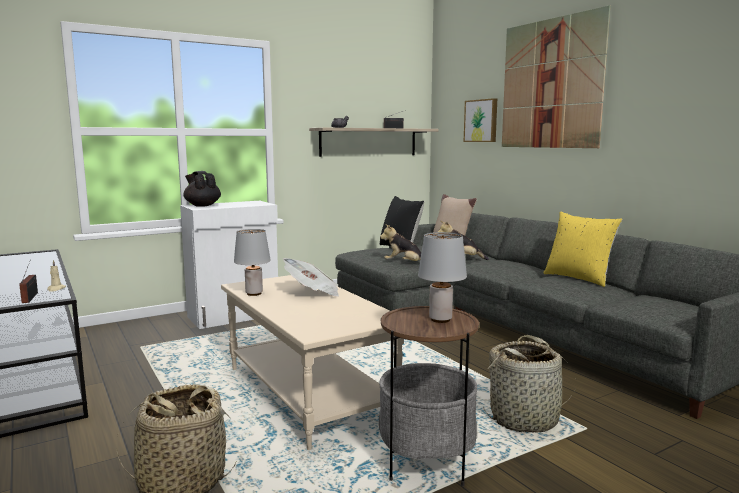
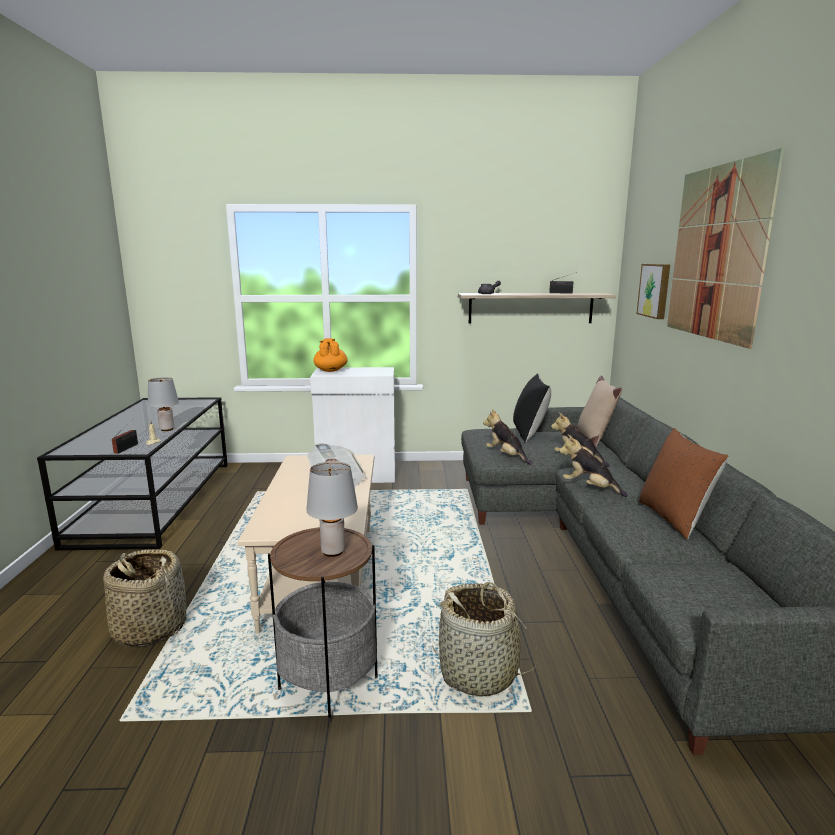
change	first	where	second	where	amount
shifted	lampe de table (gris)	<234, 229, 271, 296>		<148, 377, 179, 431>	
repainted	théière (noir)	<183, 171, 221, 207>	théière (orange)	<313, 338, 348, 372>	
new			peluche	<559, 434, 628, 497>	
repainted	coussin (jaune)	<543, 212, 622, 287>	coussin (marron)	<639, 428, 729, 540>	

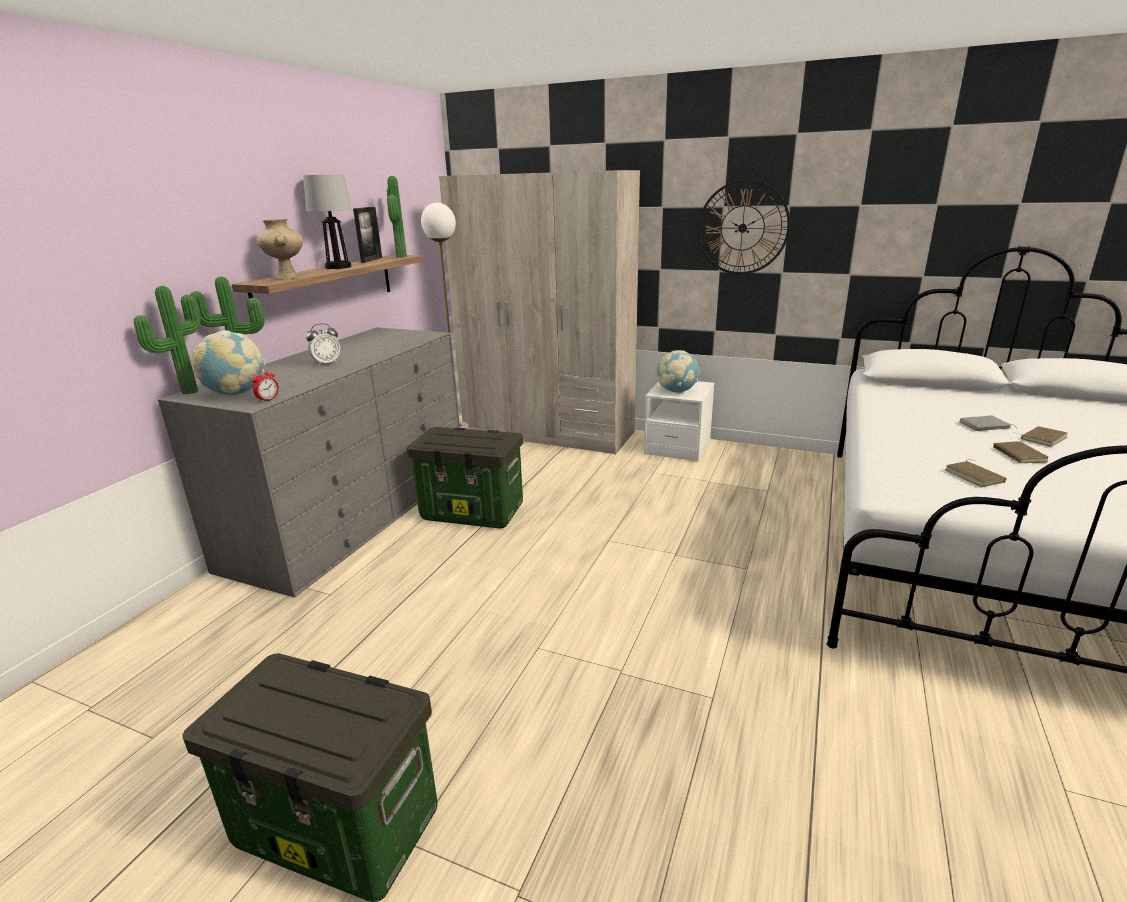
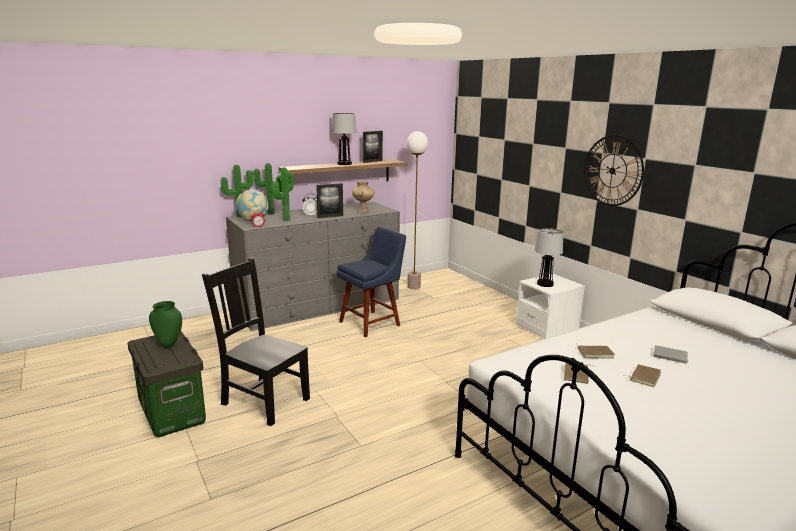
change	first	where	second	where	amount
new			vase (vert)	<149, 301, 182, 348>	
new			chaise (noir)	<202, 258, 310, 426>	
shifted	plante en pot	<387, 176, 407, 258>		<272, 167, 294, 221>	
new			cadre photo	<316, 183, 343, 218>	
swapped	boîte de rangement	<406, 427, 523, 529>	chaise (bleu)	<336, 227, 406, 337>	
shifted	vase (beige)	<256, 219, 303, 280>		<352, 181, 374, 212>	
swapped	globe	<657, 350, 700, 393>	lampe de table	<535, 228, 563, 287>	
shifted	livre (marron)	<1017, 426, 1067, 447>		<577, 345, 615, 359>	
gone	armoire (beige)	<439, 170, 640, 455>			

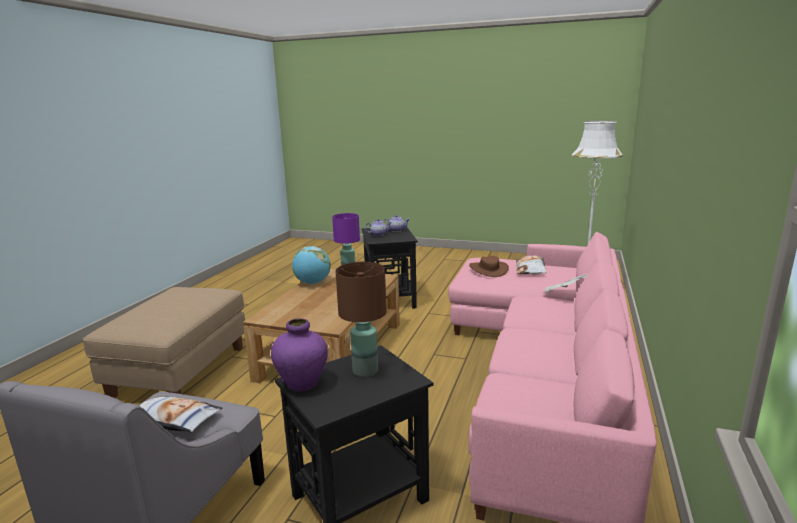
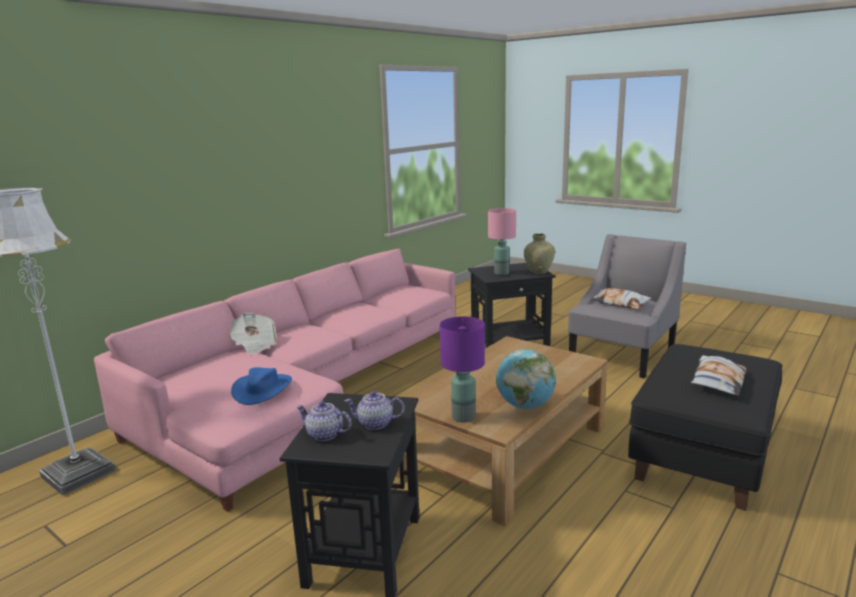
change	first	where	second	where	amount
repainted	chapeau (marron)	<469, 256, 509, 277>	chapeau (bleu)	<231, 367, 292, 405>	
repainted	lampe de table (marron)	<336, 262, 386, 377>	lampe de table (rose)	<488, 208, 516, 275>	
repainted	vase (violet)	<271, 318, 328, 391>	vase (beige)	<524, 234, 555, 274>	
repainted	pouf (beige)	<83, 287, 245, 398>	pouf (noir)	<628, 344, 783, 511>	
shifted	coussin	<516, 255, 546, 274>		<691, 355, 747, 396>	

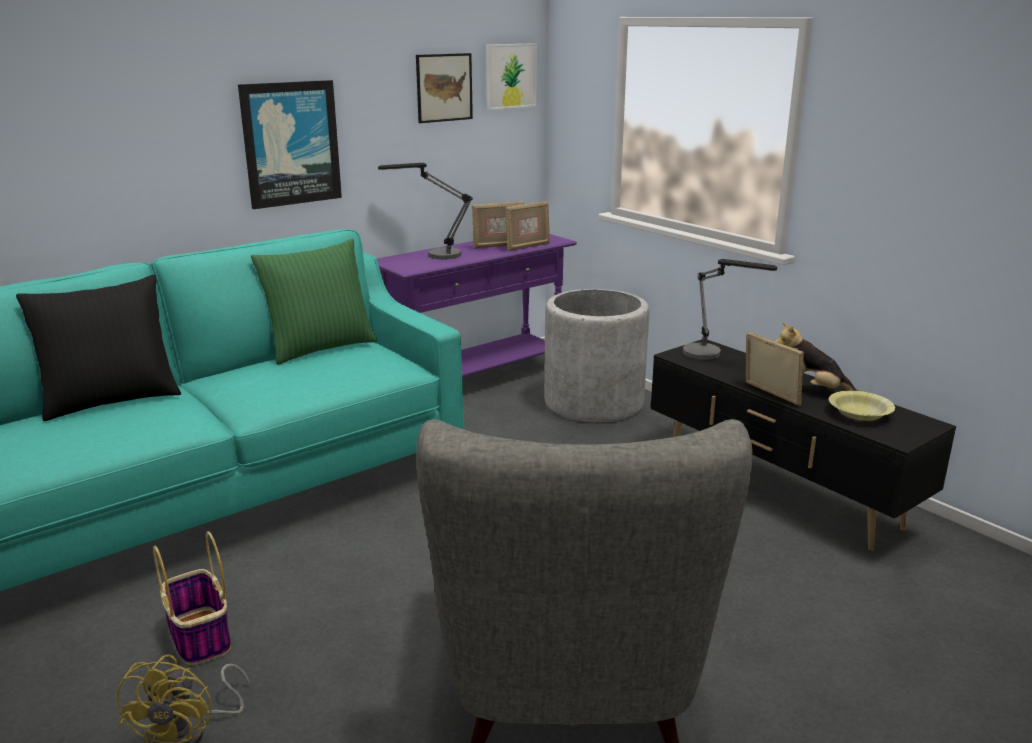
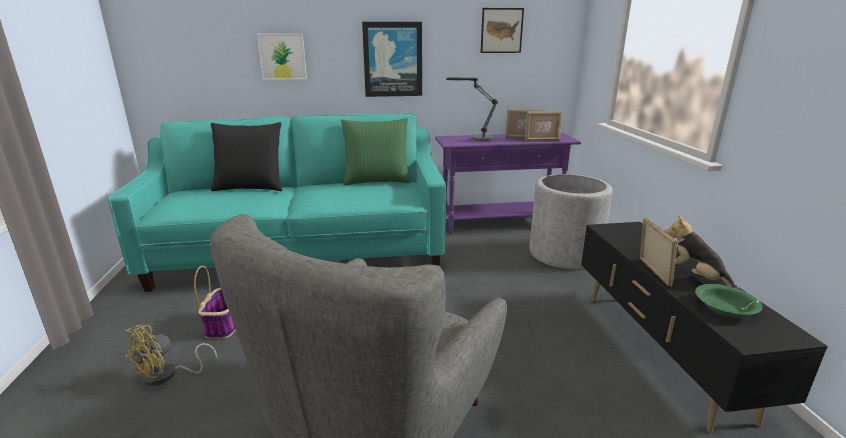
change	first	where	second	where	amount
shifted	tableau	<486, 43, 537, 110>		<257, 34, 307, 80>	
repainted	bol (jaune)	<829, 391, 895, 421>	bol (vert)	<695, 284, 762, 317>	
gone	lampe de table	<683, 259, 777, 360>			

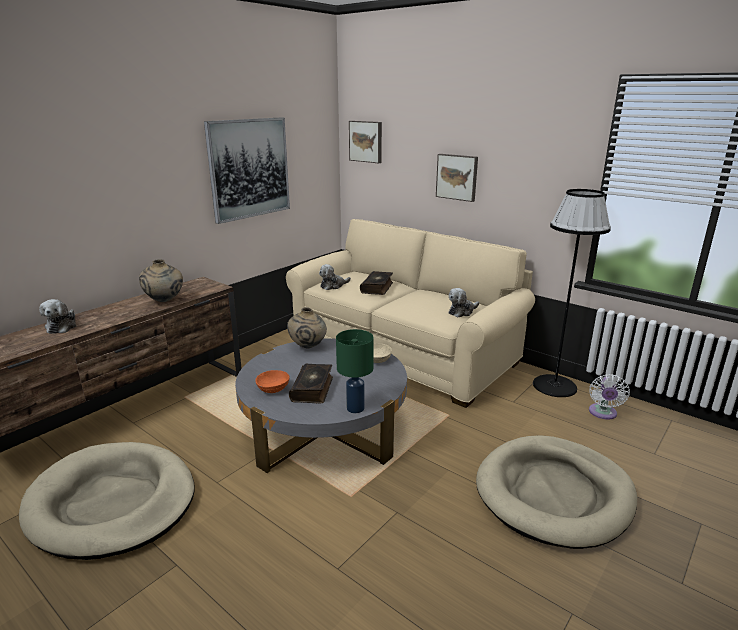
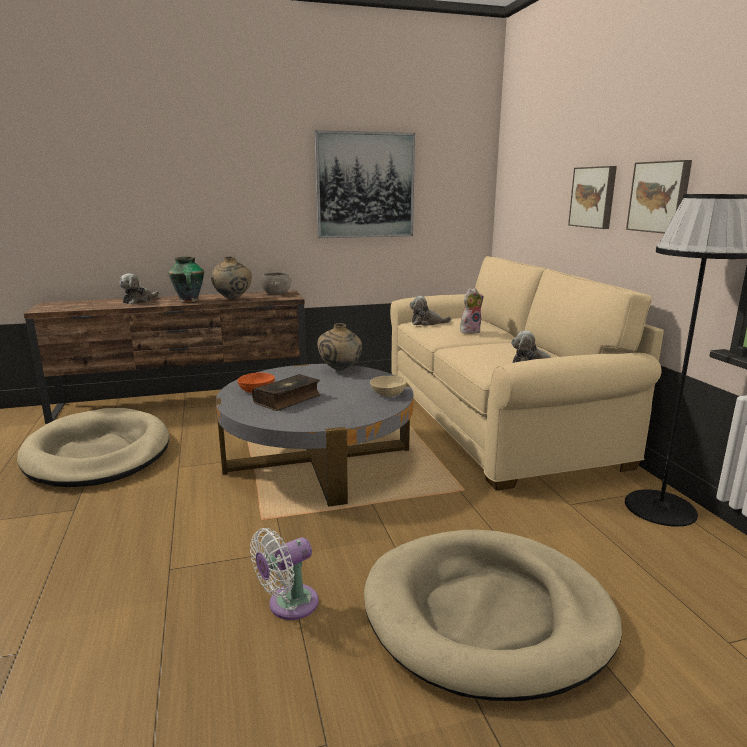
change	first	where	second	where	amount
new			vase	<168, 257, 204, 302>	
shifted	ventilateur (blanc)	<589, 374, 630, 420>		<250, 528, 319, 620>	
new			bol (gris)	<261, 272, 292, 294>	
swapped	livre	<360, 271, 393, 295>	peluche	<460, 288, 484, 334>	
shifted	tableau	<349, 121, 382, 163>		<626, 160, 692, 234>	
gone	lampe de table (vert)	<336, 329, 374, 413>			

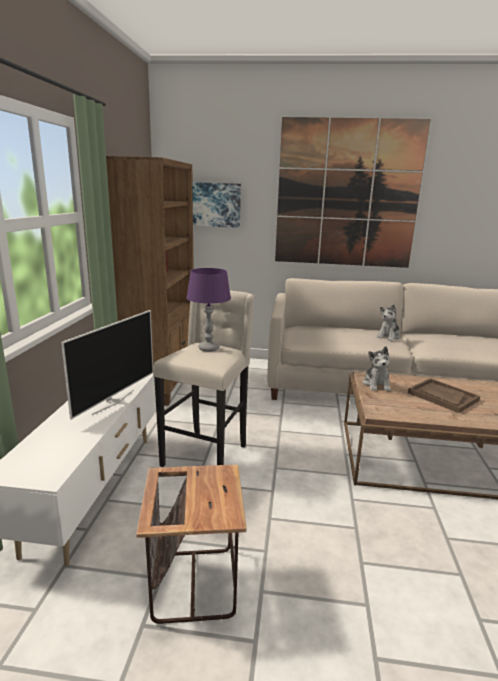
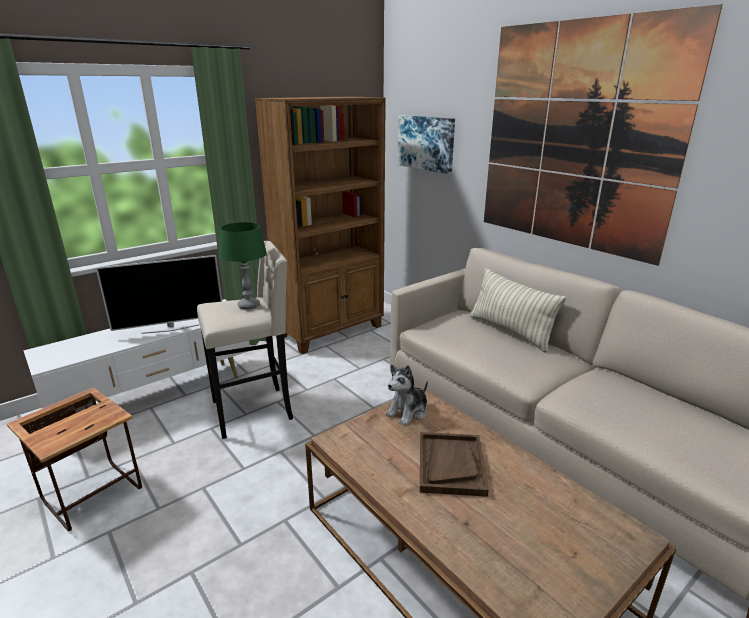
change	first	where	second	where	amount
repainted	lampe de table (violet)	<186, 268, 231, 352>	lampe de table (vert)	<219, 222, 267, 309>	
new			coussin	<470, 268, 566, 353>	
gone	peluche	<377, 304, 400, 341>			

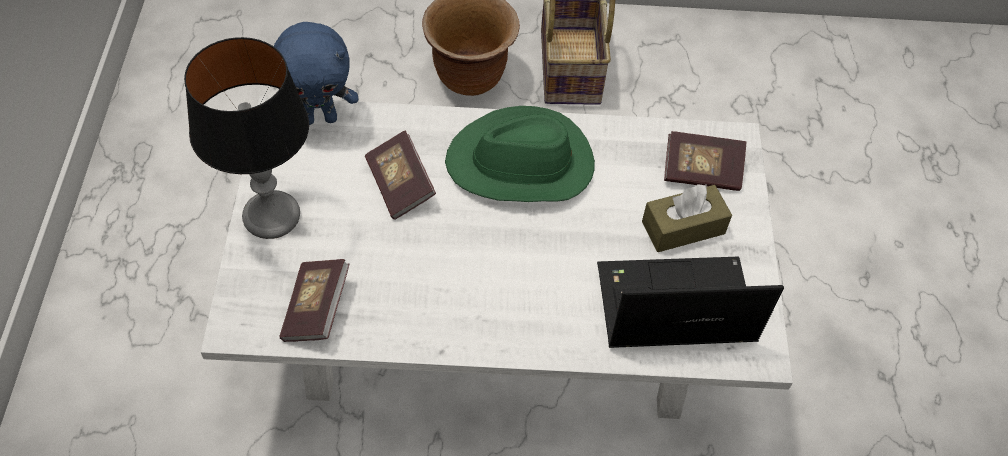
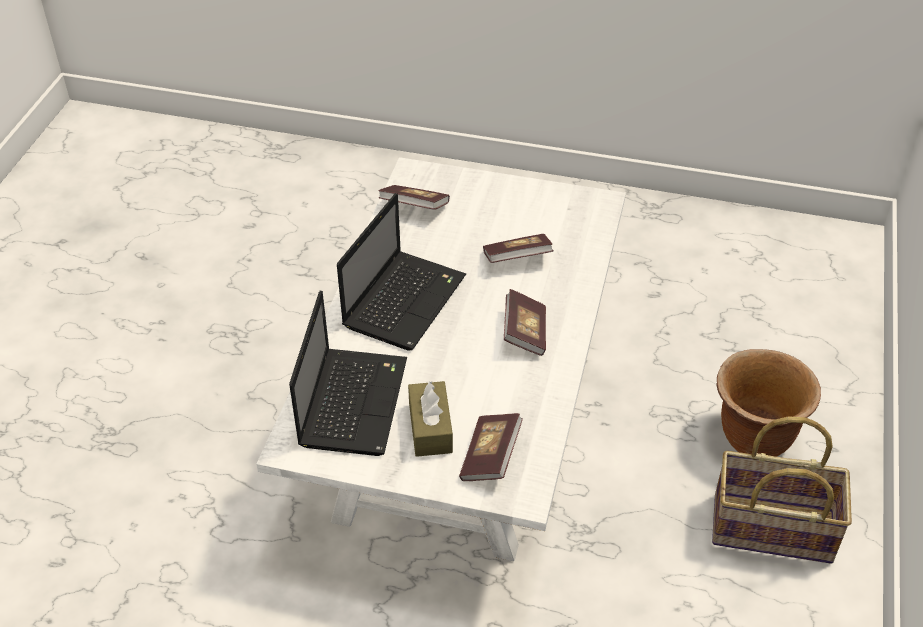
change	first	where	second	where	amount
new			ordinateur portable	<337, 193, 466, 351>	
swapped	chapeau (vert)	<445, 106, 595, 202>	livre	<504, 289, 546, 356>	
gone	lampe de table	<184, 37, 309, 239>			
gone	peluche (bleu)	<274, 22, 358, 125>			

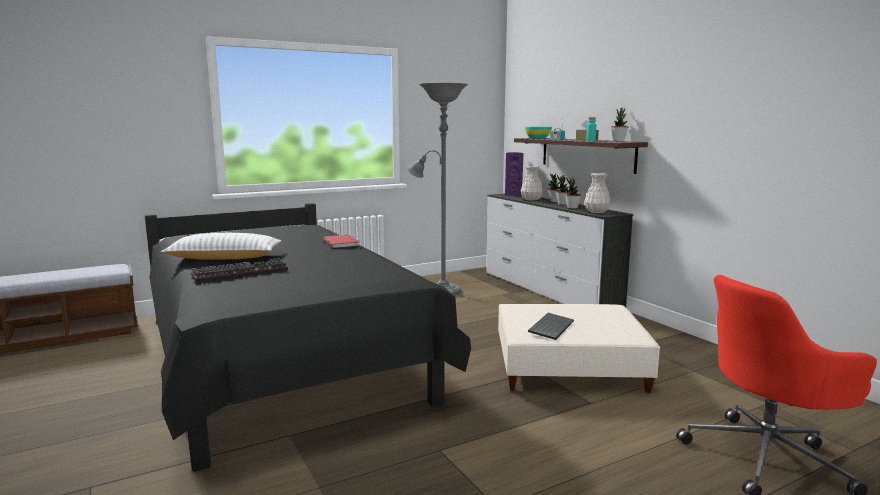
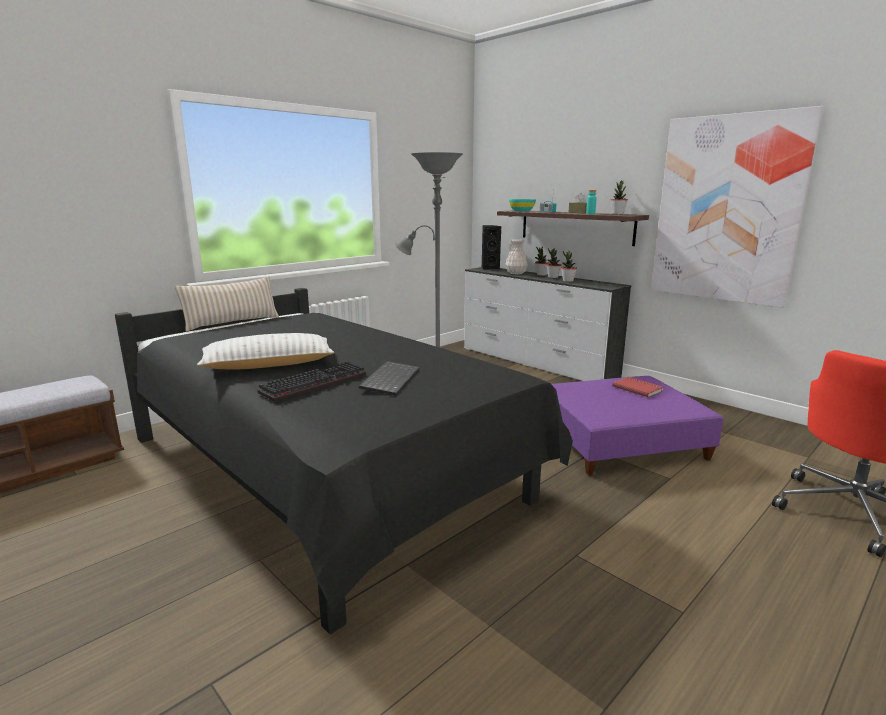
change	first	where	second	where	amount
new			coussin (beige)	<174, 276, 279, 332>	
shifted	clavier	<528, 313, 574, 340>		<359, 361, 420, 395>	
repainted	enceinte (violet)	<505, 152, 524, 195>	enceinte (noir)	<482, 225, 502, 270>	
repainted	pouf (beige)	<498, 304, 660, 393>	pouf (violet)	<551, 376, 724, 476>	
shifted	livre (rouge)	<323, 235, 360, 248>		<612, 377, 664, 397>	
new			tableau	<651, 106, 824, 308>	
gone	vase (blanc)	<584, 173, 611, 213>			

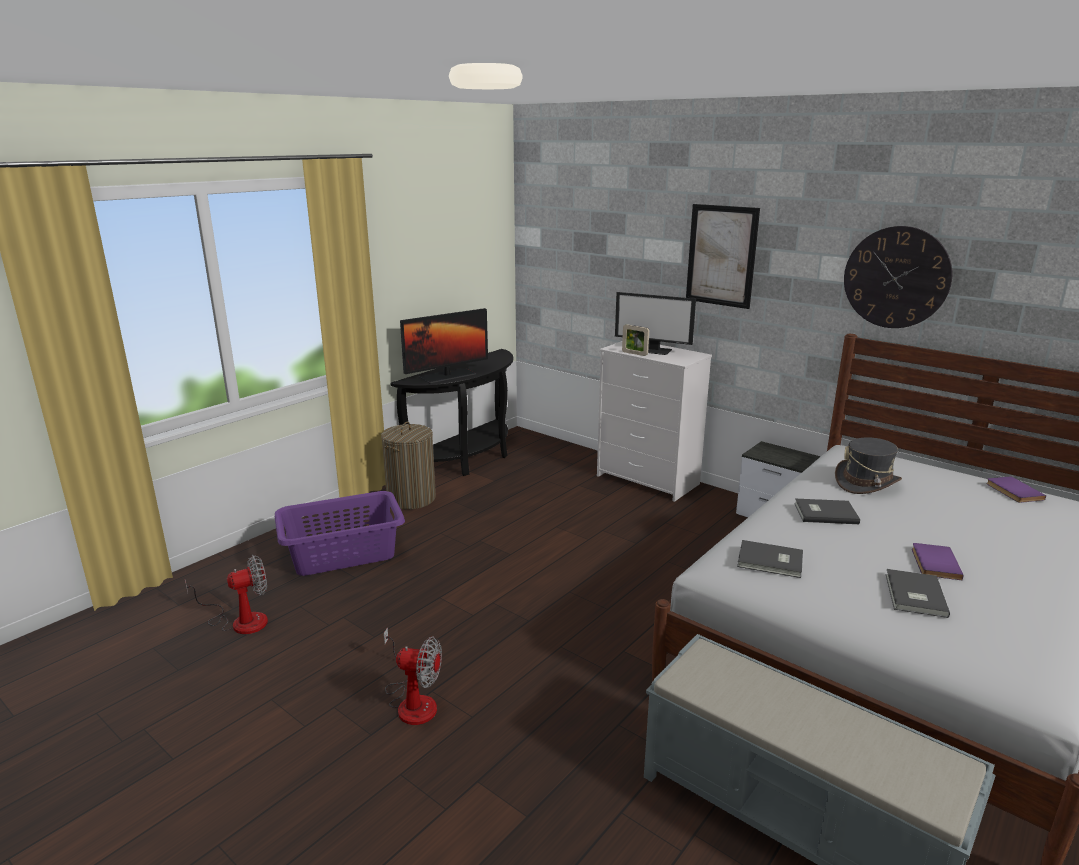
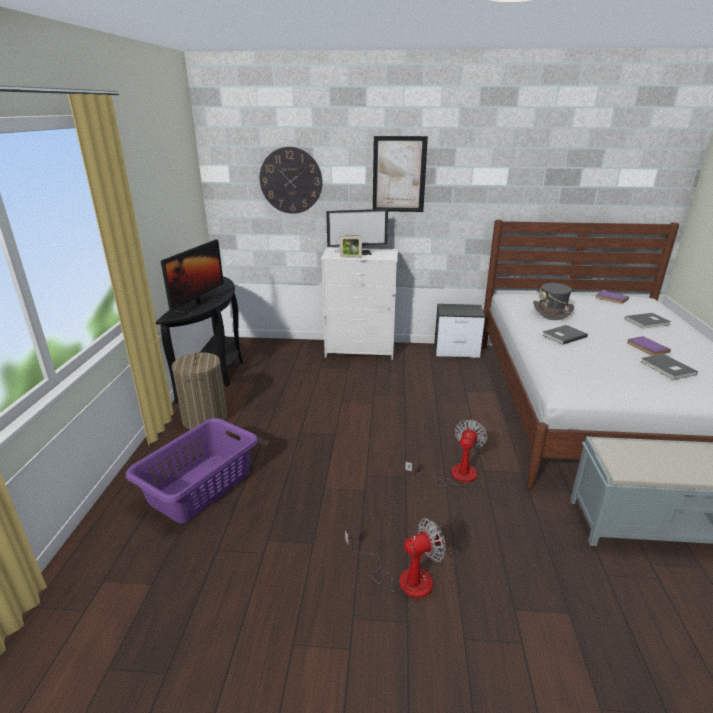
change	first	where	second	where	amount
shifted	horloge murale	<844, 226, 952, 328>		<260, 147, 323, 214>	
shifted	ventilateur	<185, 555, 268, 634>		<405, 420, 488, 487>	
shifted	livre (gris)	<737, 540, 803, 578>		<625, 313, 671, 328>	

